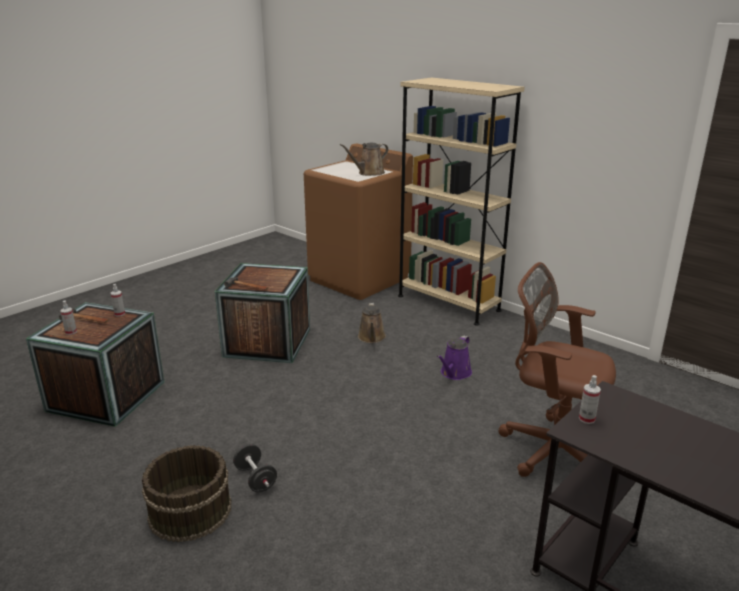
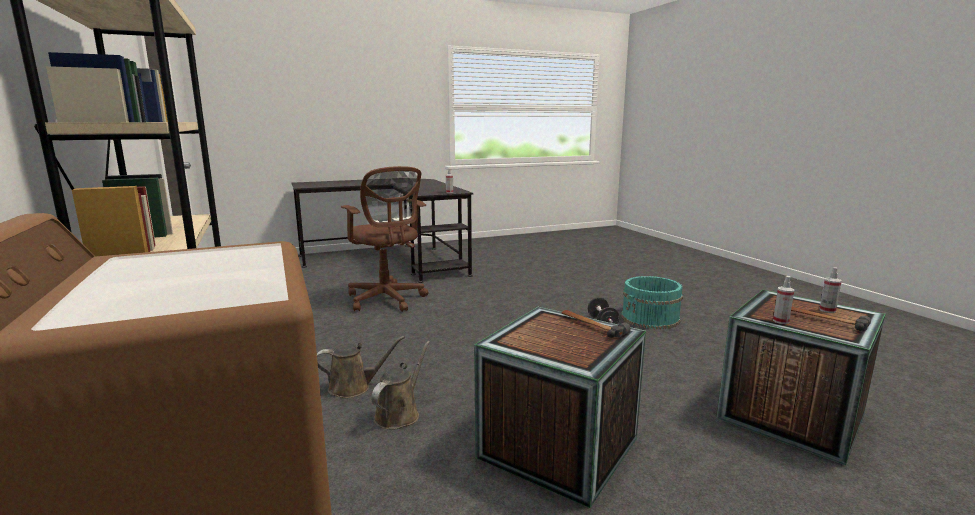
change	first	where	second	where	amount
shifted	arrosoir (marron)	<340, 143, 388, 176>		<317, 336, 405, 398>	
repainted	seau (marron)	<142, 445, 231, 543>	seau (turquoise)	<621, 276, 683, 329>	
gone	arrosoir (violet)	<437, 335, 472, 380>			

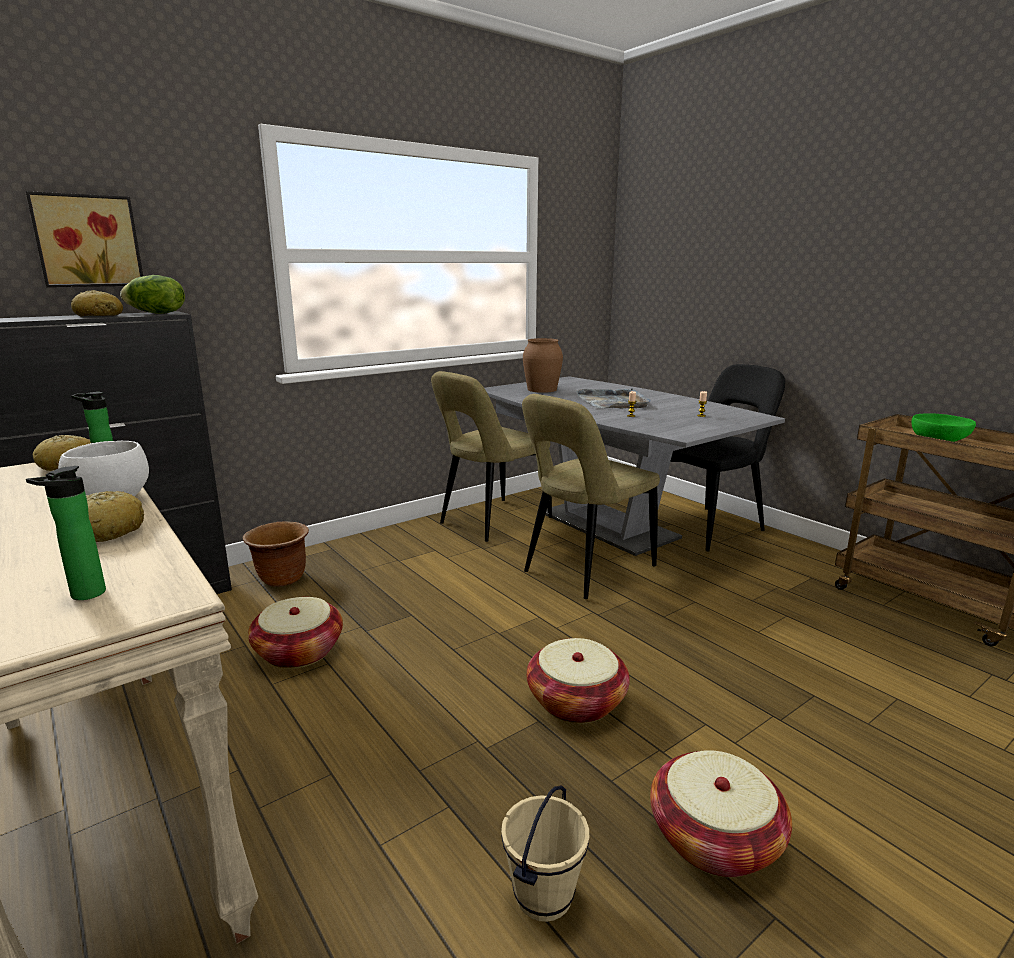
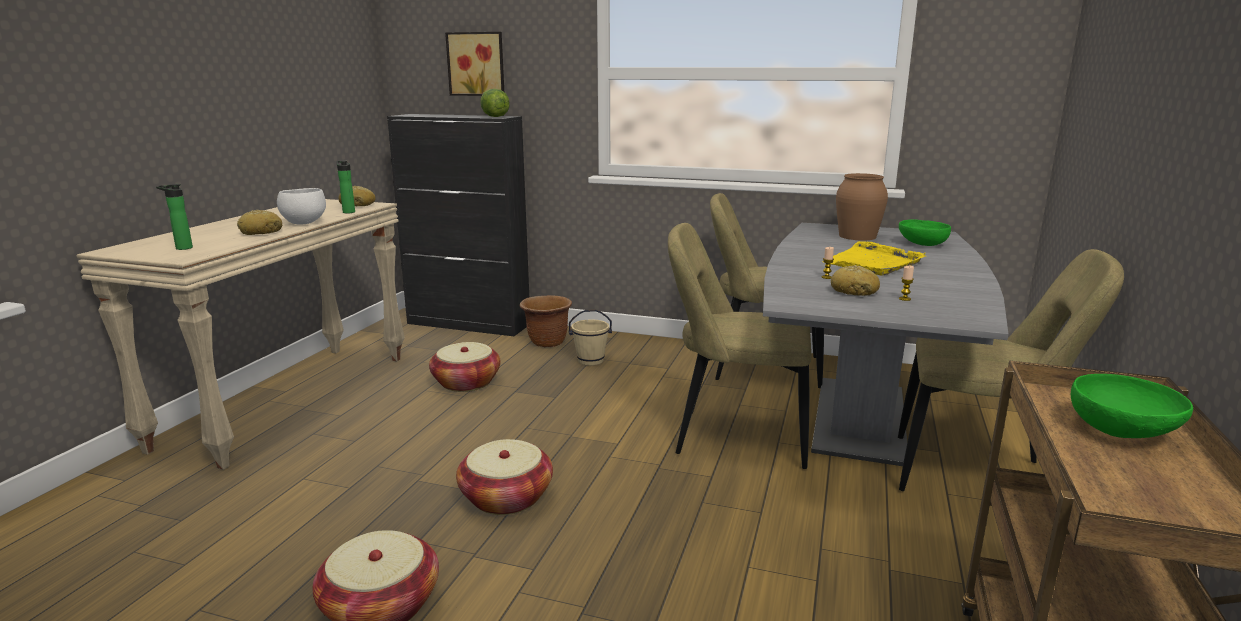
change	first	where	second	where	amount
shifted	seau (beige)	<501, 785, 589, 922>		<569, 310, 612, 366>	
repainted	plateau (gris)	<576, 388, 651, 409>	plateau (jaune)	<831, 241, 926, 276>	
shifted	pain	<71, 290, 123, 316>		<831, 265, 880, 296>	
repainted	chaise (noir)	<670, 364, 785, 551>	chaise (beige)	<898, 249, 1124, 491>	
new			bol (vert)	<899, 219, 951, 246>	

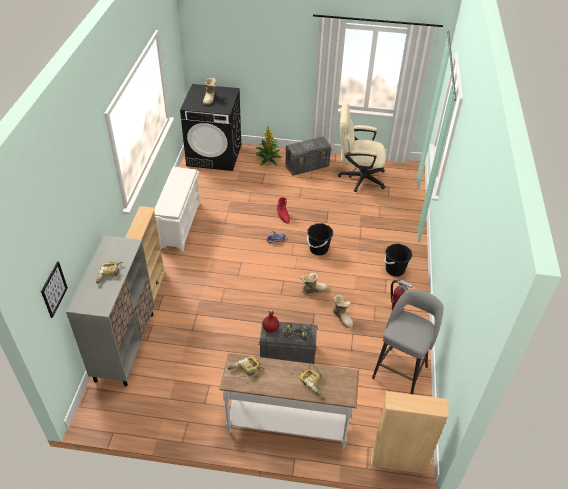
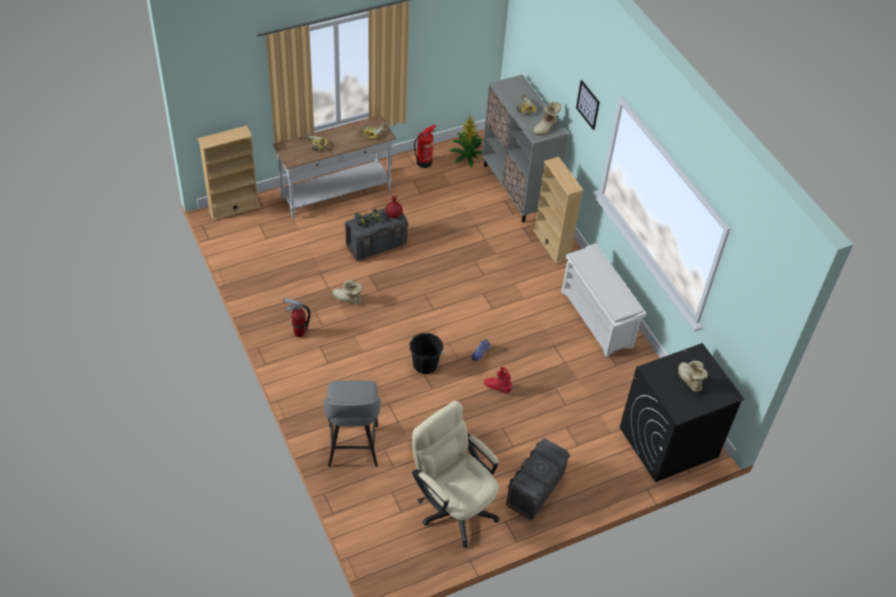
change	first	where	second	where	amount
shifted	tabouret (gris)	<372, 289, 444, 394>		<324, 380, 381, 467>	
rotated	chaise de bureau (beige)	<338, 103, 386, 192>		<412, 401, 499, 547>	105 degrees counterclockwise
new			extincteur	<414, 124, 436, 168>	
shifted	plante en pot	<255, 125, 282, 166>		<450, 114, 483, 167>	
shifted	botte	<301, 273, 329, 294>		<533, 102, 561, 135>	
shifted	tableau	<41, 261, 68, 318>		<576, 80, 600, 130>	
gone	seau (noir)	<384, 244, 413, 277>			

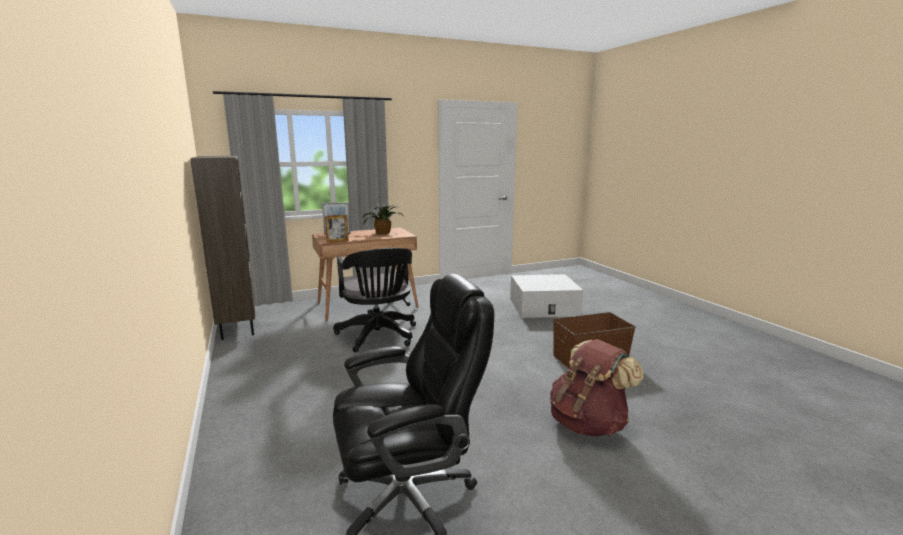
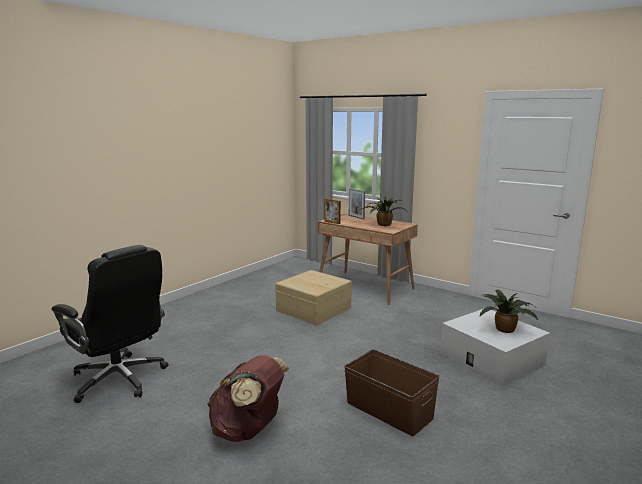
change	first	where	second	where	amount
swapped	chaise de bureau (noir)	<333, 248, 416, 352>	boîte de rangement (beige)	<275, 270, 352, 325>	
new			plante en pot	<479, 290, 538, 333>	
gone	bibliothèque (marron)	<190, 156, 255, 340>			

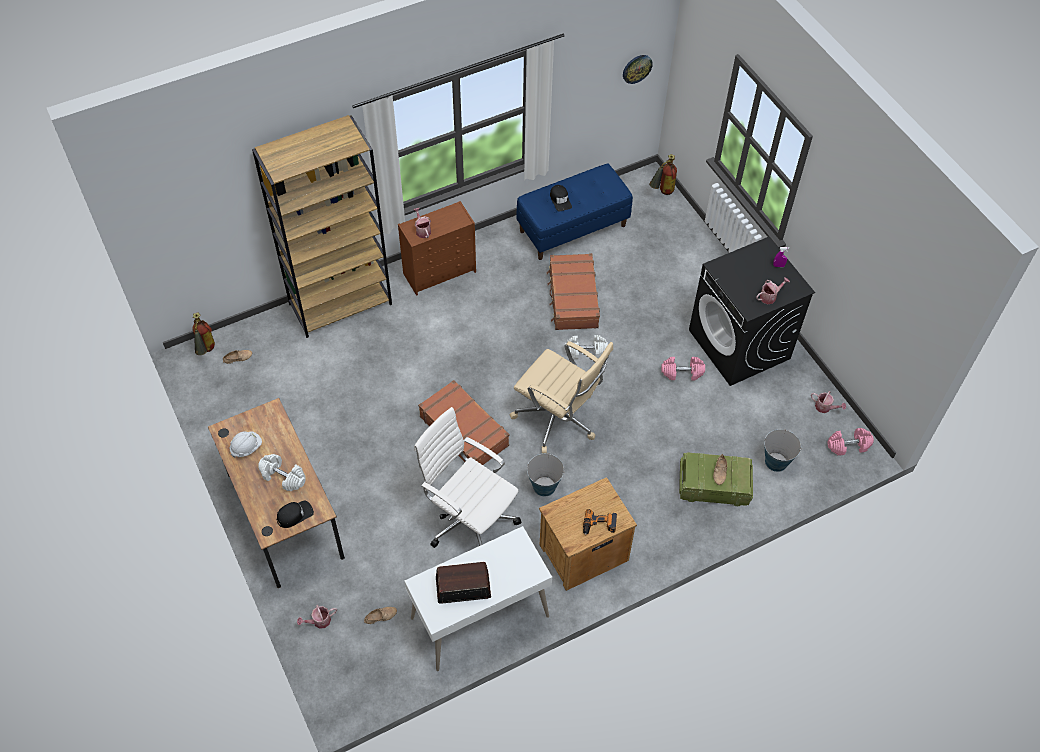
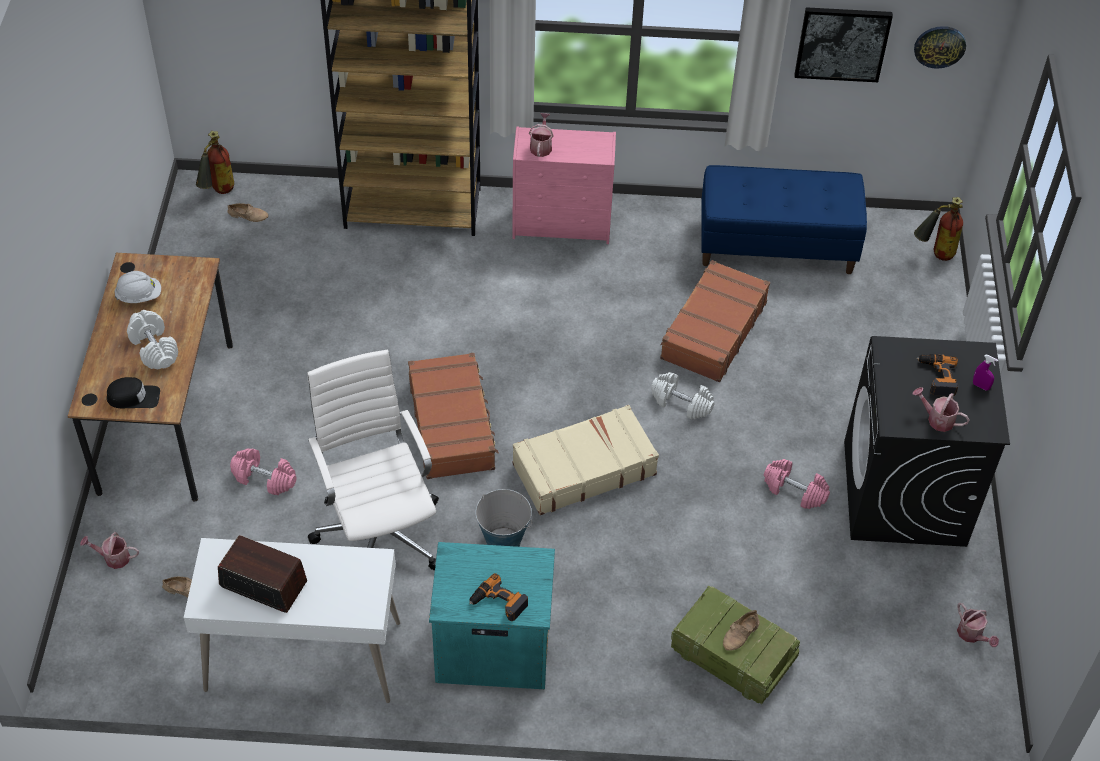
change	first	where	second	where	amount
shifted	haltère (rose)	<828, 428, 874, 456>		<230, 448, 297, 495>	
repainted	table de chevet (marron)	<539, 477, 637, 591>	table de chevet (turquoise)	<429, 542, 555, 689>	
repainted	commode (marron)	<398, 201, 476, 296>	commode (rose)	<512, 126, 616, 244>	
swapped	chaise de bureau (beige)	<510, 341, 613, 454>	valise (beige)	<513, 405, 659, 515>	
new			tableau	<794, 7, 893, 82>	
rotated	arrosoir	<756, 277, 790, 304>		<913, 387, 969, 432>	150 degrees counterclockwise
new			perceuse	<917, 354, 958, 396>	
gone	casquette (noir)	<550, 185, 572, 211>			
gone	seau	<764, 429, 801, 472>			

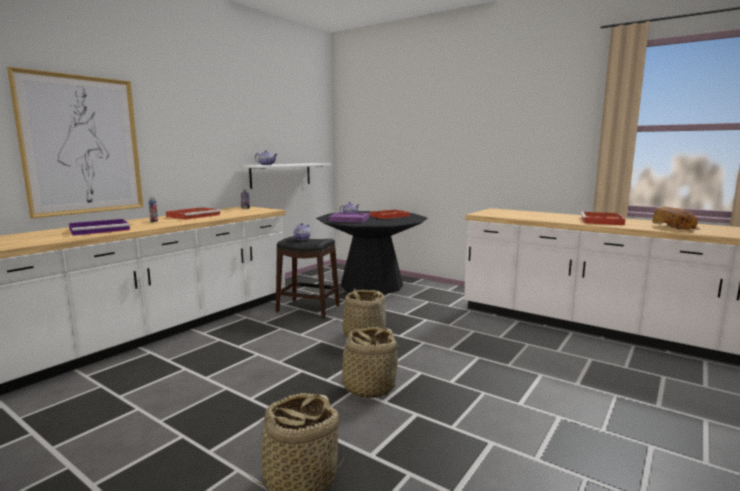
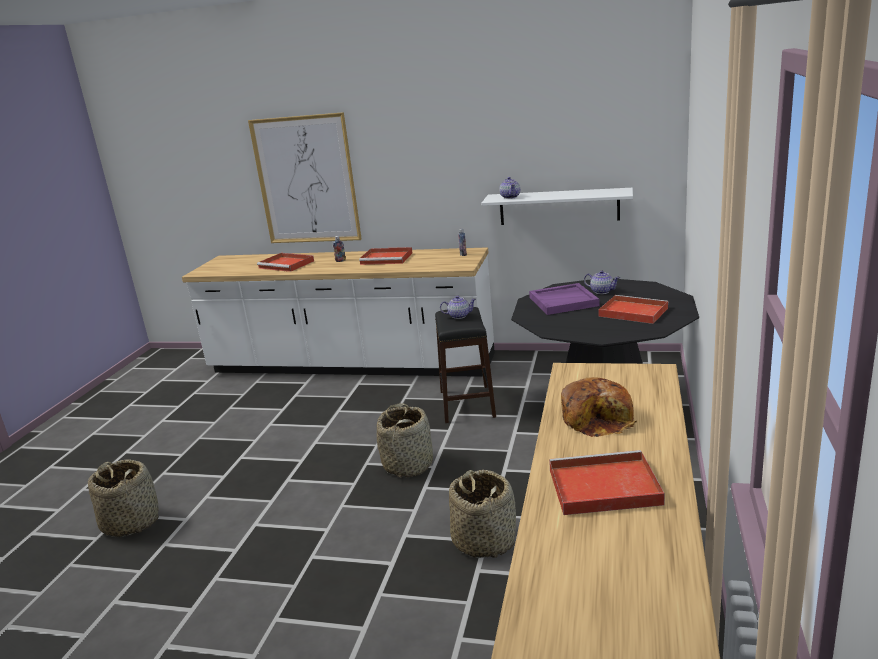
change	first	where	second	where	amount
repainted	plateau (violet)	<69, 219, 130, 236>	plateau (rouge)	<257, 253, 314, 272>	
shifted	panier	<331, 327, 403, 398>		<449, 470, 516, 558>	
shifted	pain	<652, 207, 700, 230>		<561, 377, 638, 437>	

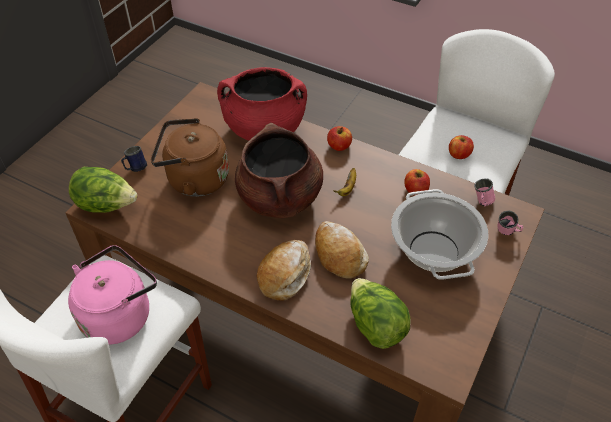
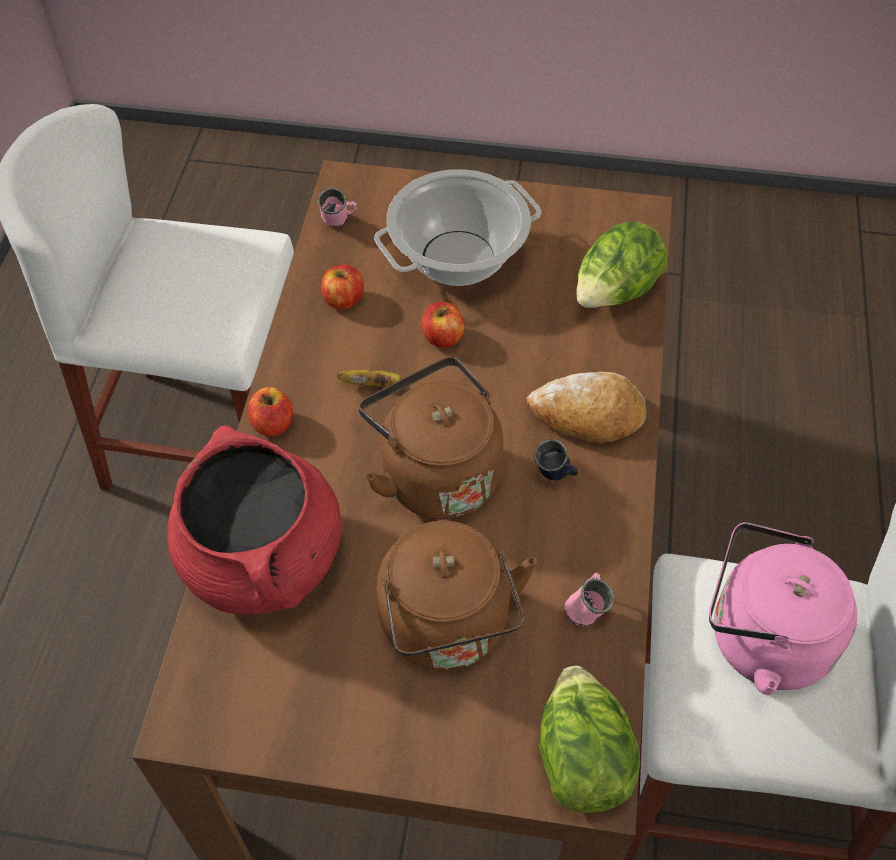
change	first	where	second	where	amount
swapped	marmite (marron)	<235, 123, 323, 218>	bouilloire (marron)	<359, 357, 503, 519>	
shifted	pomme	<449, 135, 474, 159>		<422, 302, 465, 348>	
shifted	mug (bleu)	<121, 146, 147, 172>		<534, 439, 578, 480>	
shifted	mug (rose)	<497, 211, 523, 235>		<565, 573, 614, 626>	
gone	pain	<315, 221, 369, 279>			

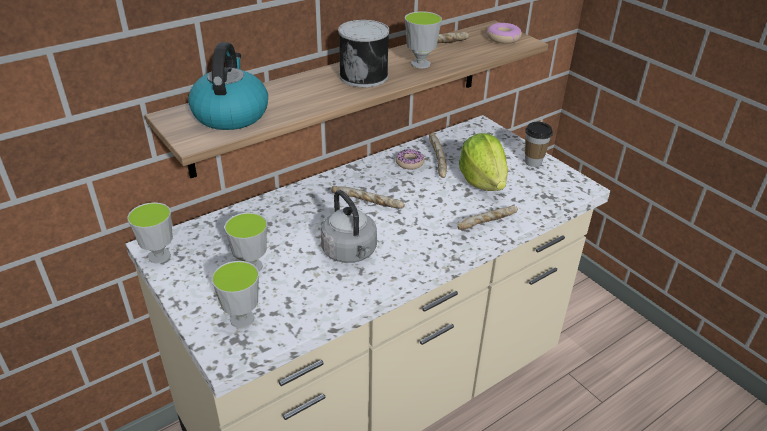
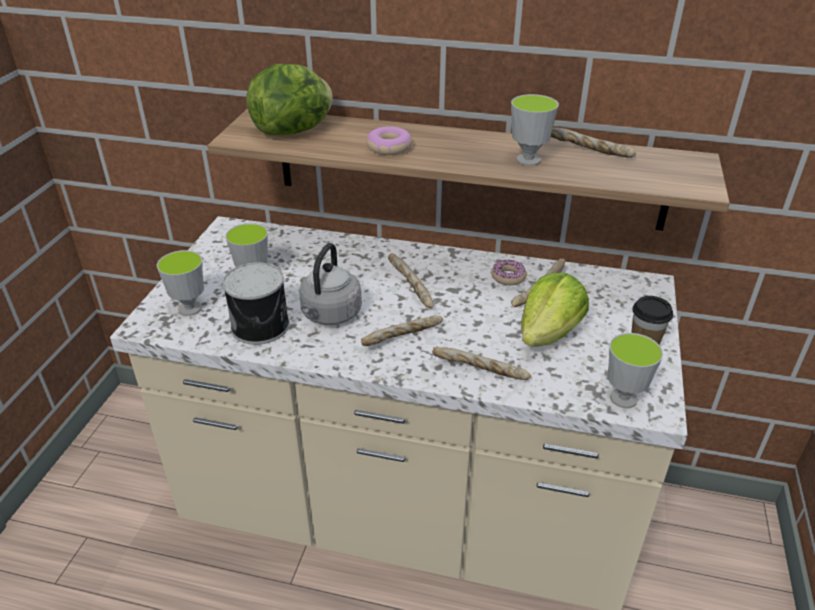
change	first	where	second	where	amount
shifted	boîte métallique	<338, 20, 389, 87>		<222, 262, 289, 345>	
swapped	bouilloire	<188, 42, 268, 130>	laitue	<246, 64, 333, 135>	
new			pain	<361, 315, 443, 346>	
shifted	beignet	<487, 23, 522, 44>		<366, 126, 412, 155>	
shifted	tasse	<127, 202, 173, 263>		<608, 333, 663, 408>	

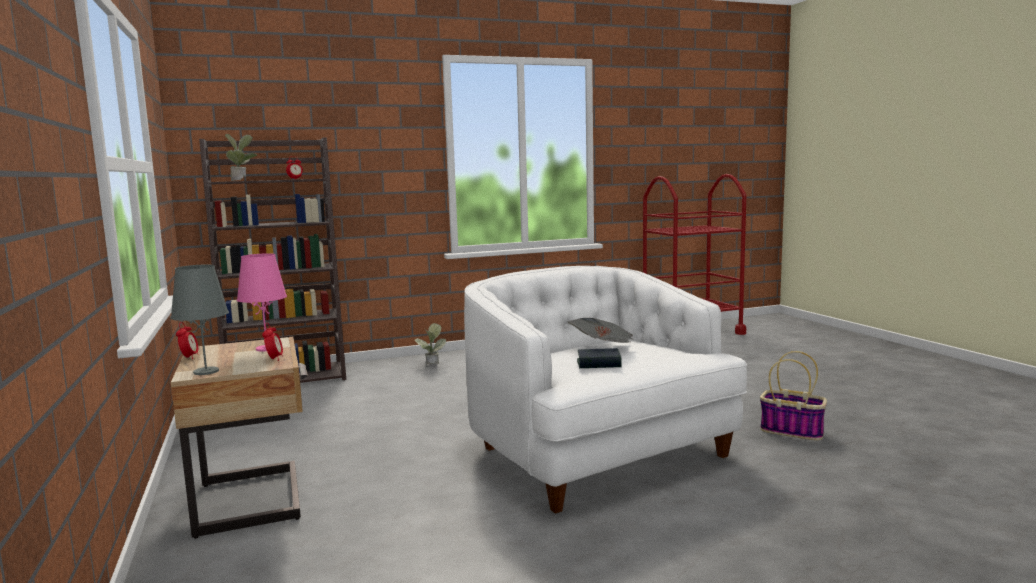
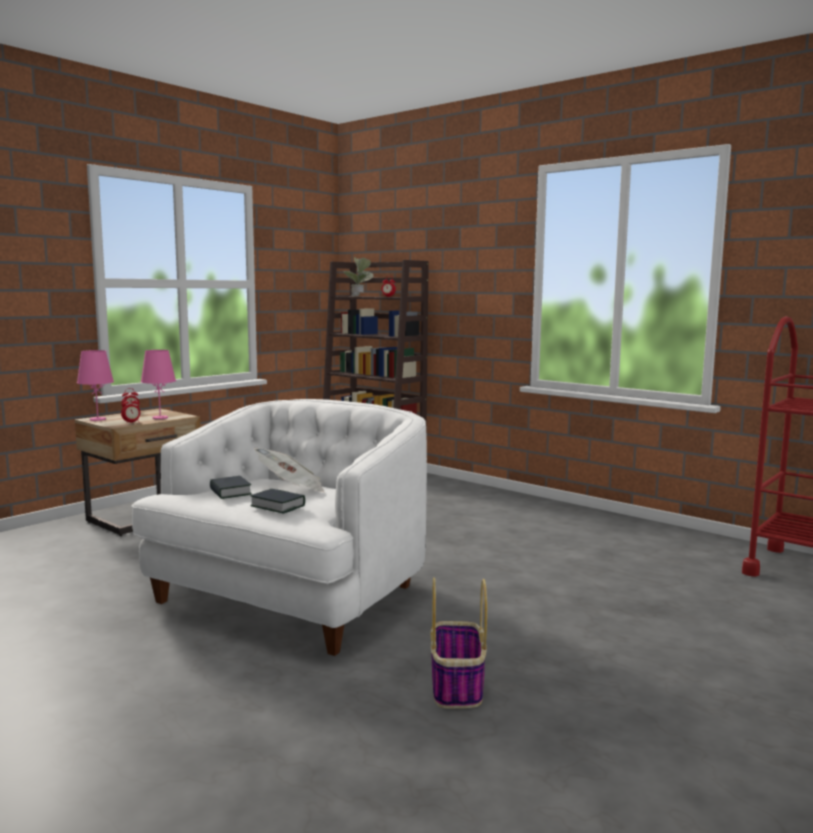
change	first	where	second	where	amount
repainted	lampe de table (gris)	<170, 264, 229, 375>	lampe de table (rose)	<77, 350, 114, 421>	
new			livre	<250, 489, 305, 514>	
gone	plante en pot	<415, 323, 446, 365>			

